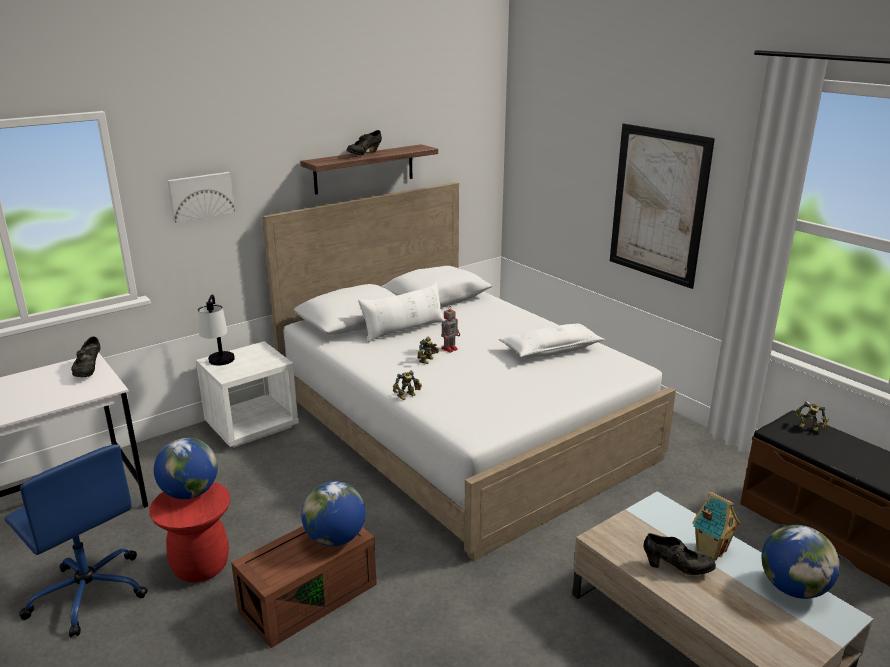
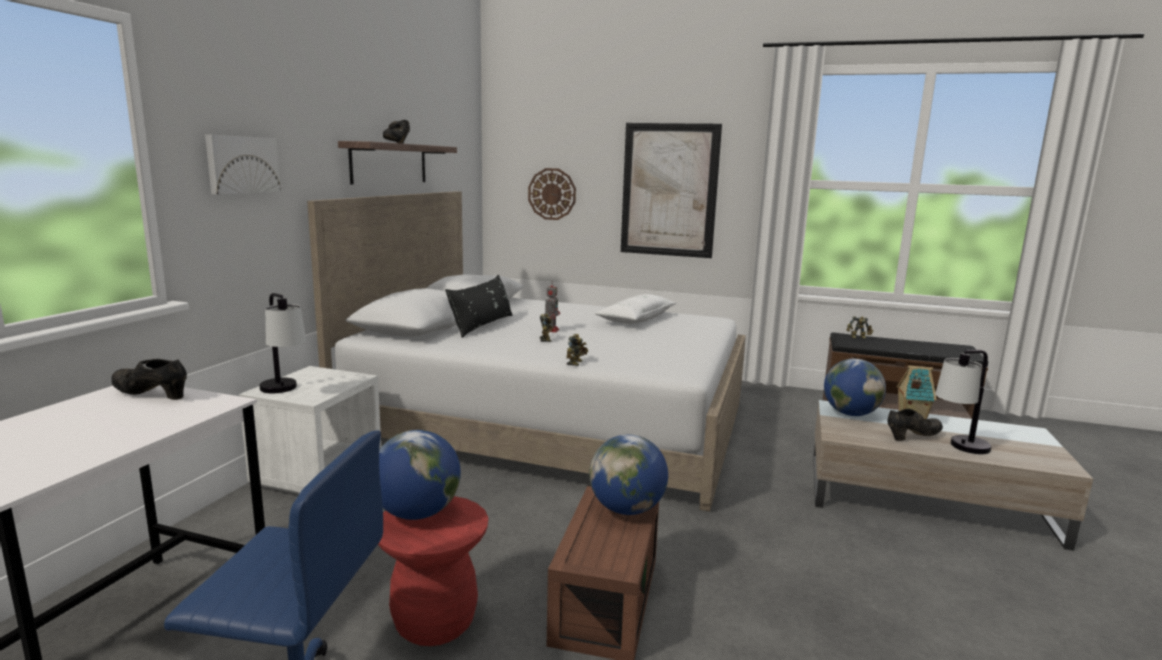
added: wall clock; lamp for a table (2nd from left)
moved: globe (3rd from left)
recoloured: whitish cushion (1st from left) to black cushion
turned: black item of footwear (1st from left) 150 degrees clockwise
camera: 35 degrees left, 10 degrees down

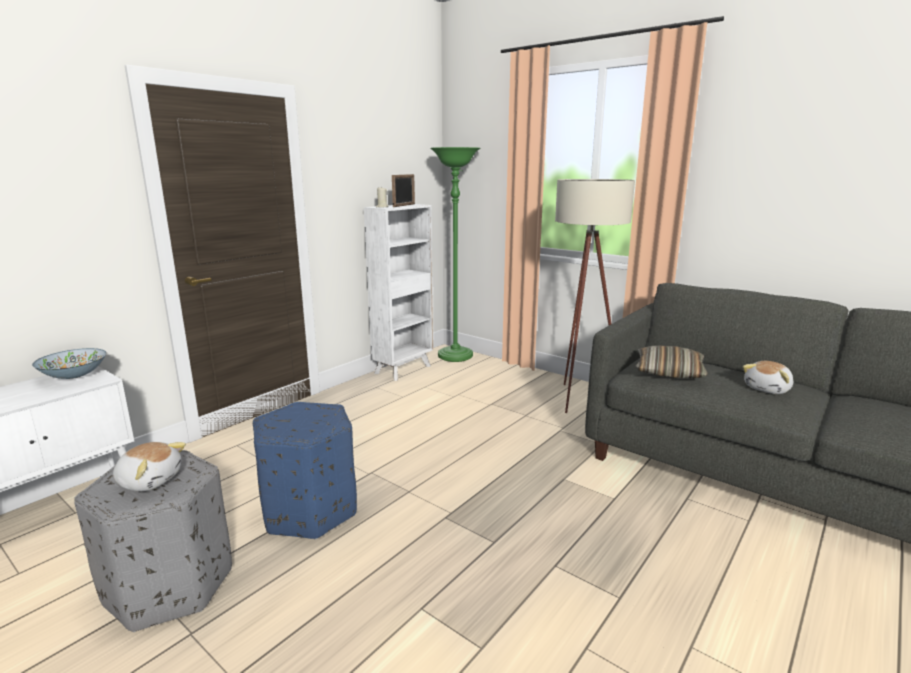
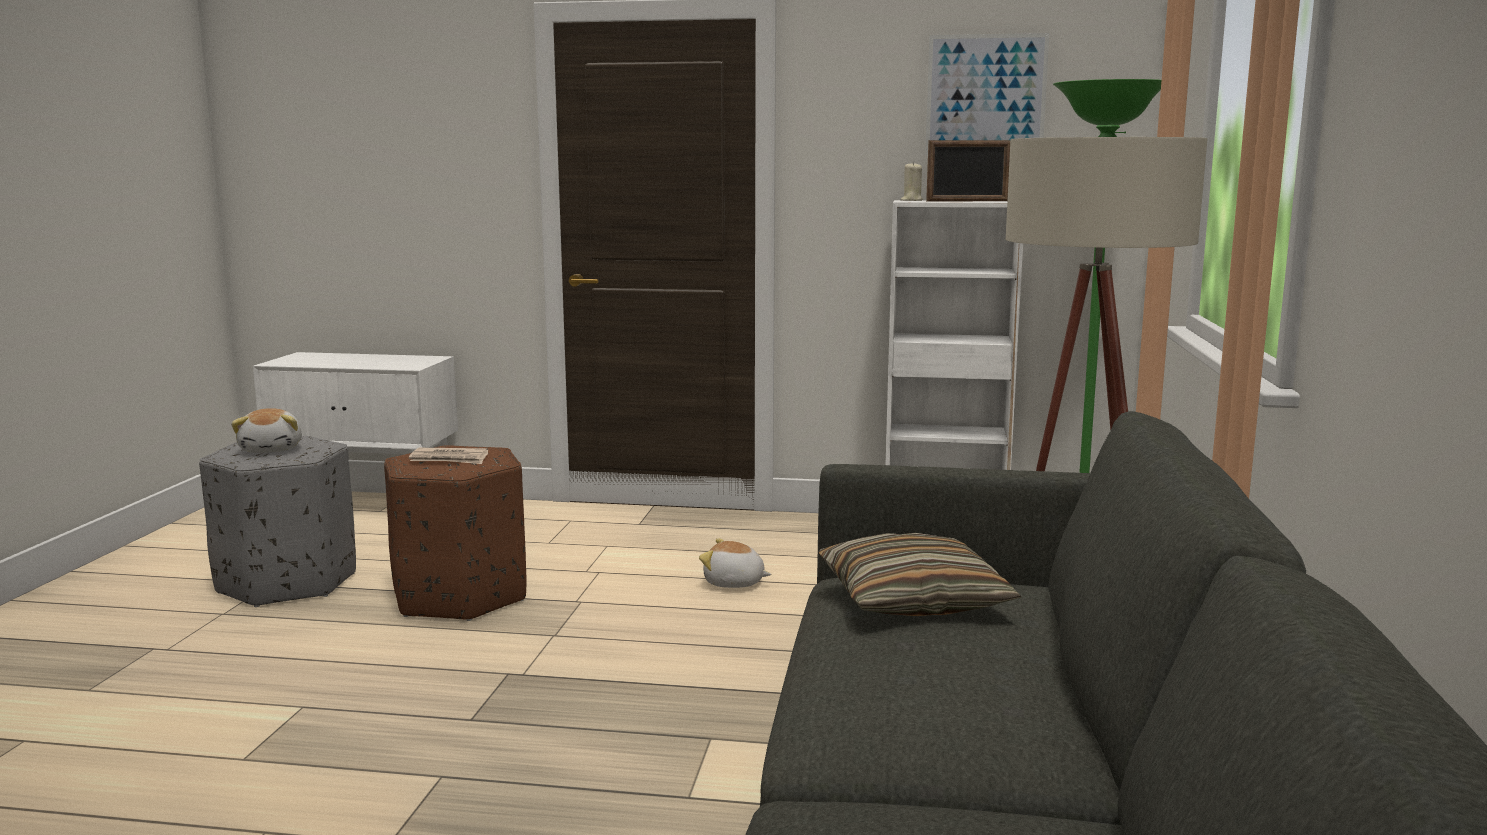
removed: bowl
added: newspaper; wall art
moved: soft toy (2nd from left)
recoloured: blue pouffe to brownish pouffe
camera: 60 degrees right, 5 degrees down

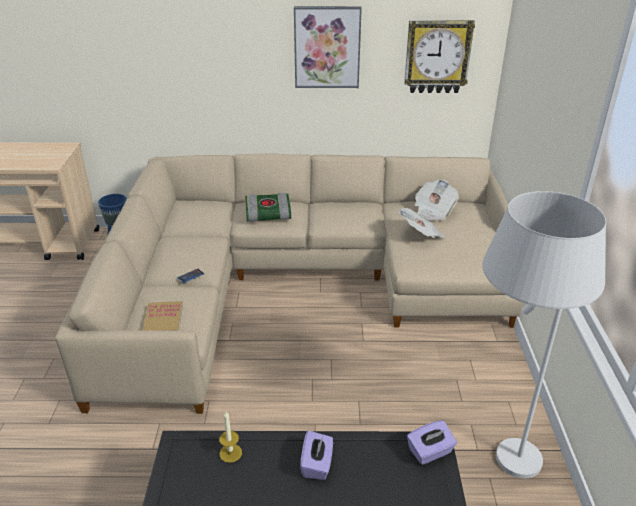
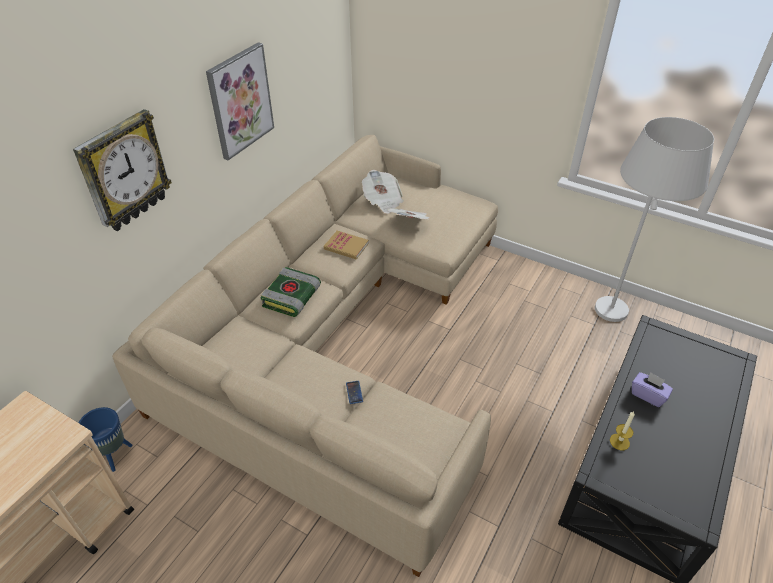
removed: purplish tissue holder (2nd from left)
moved: volume (1st from left in the first image) to volume (2nd from left); wall clock
camera: 60 degrees left, 10 degrees up

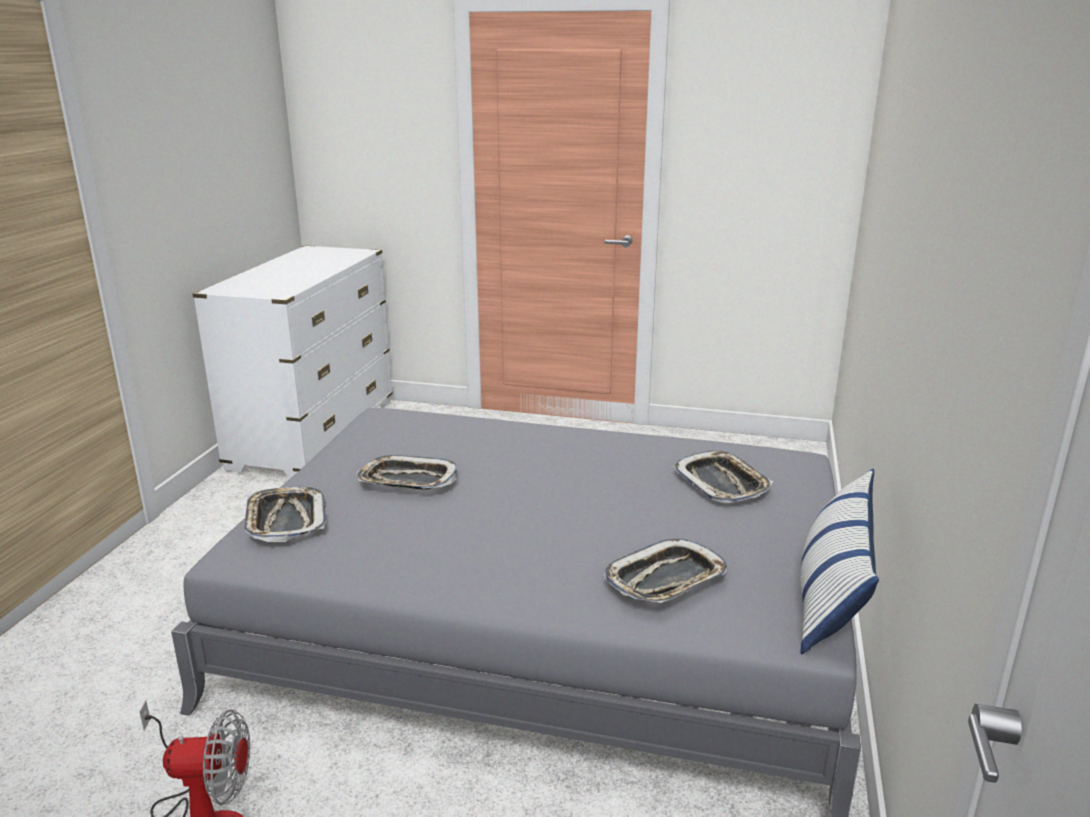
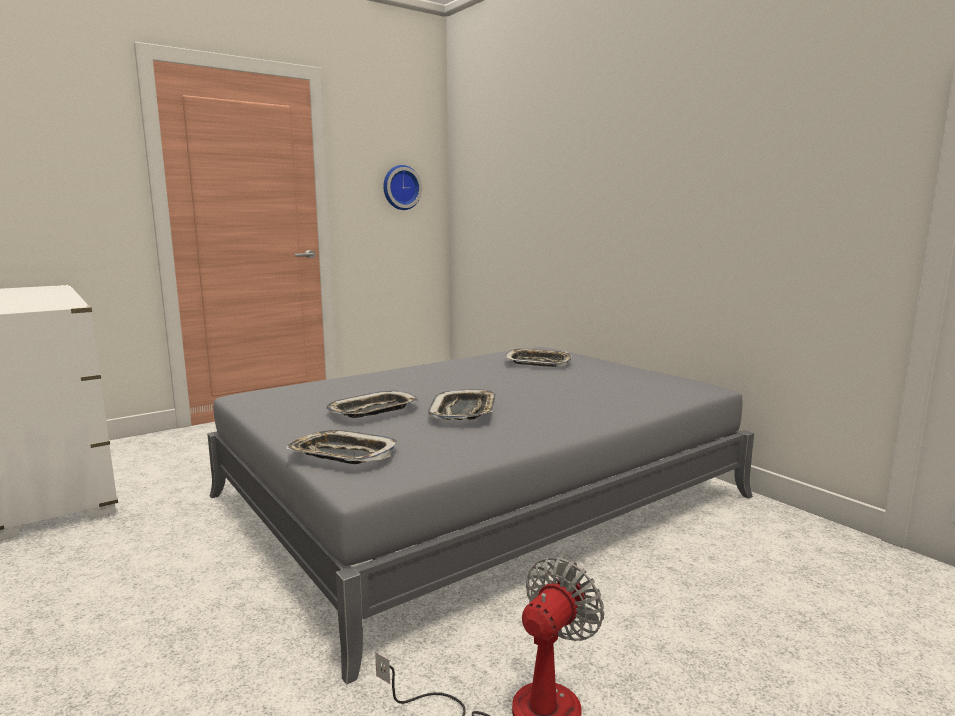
removed: cushion
added: wall clock
moved: carrying tray (3rd from left)
camera: 50 degrees left, 10 degrees down

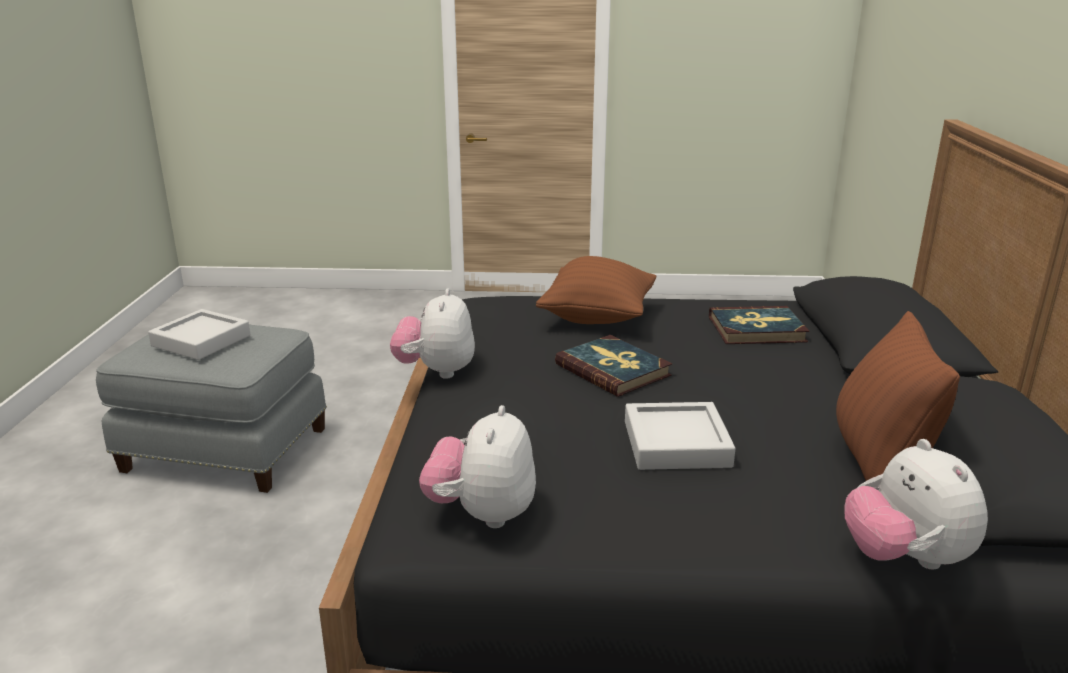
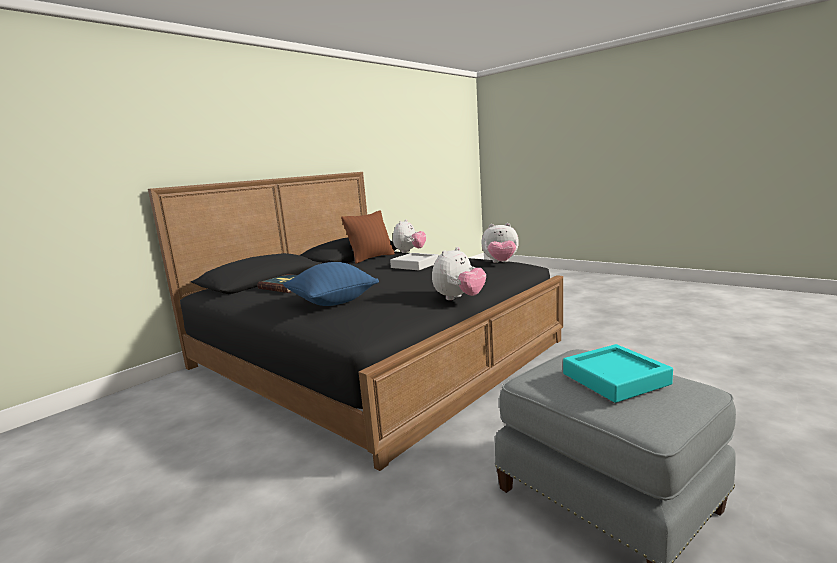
removed: volume (1st from left)
recoloured: grey carrying tray (1st from left) to blue-green carrying tray; brownish cushion (1st from left) to blue cushion
turned: soft toy (2nd from left in the first image) 45 degrees clockwise
camera: 140 degrees left, 10 degrees down

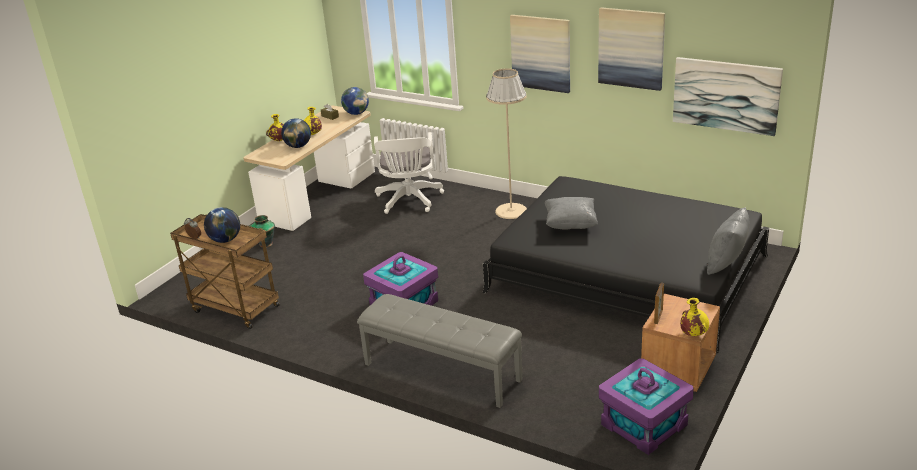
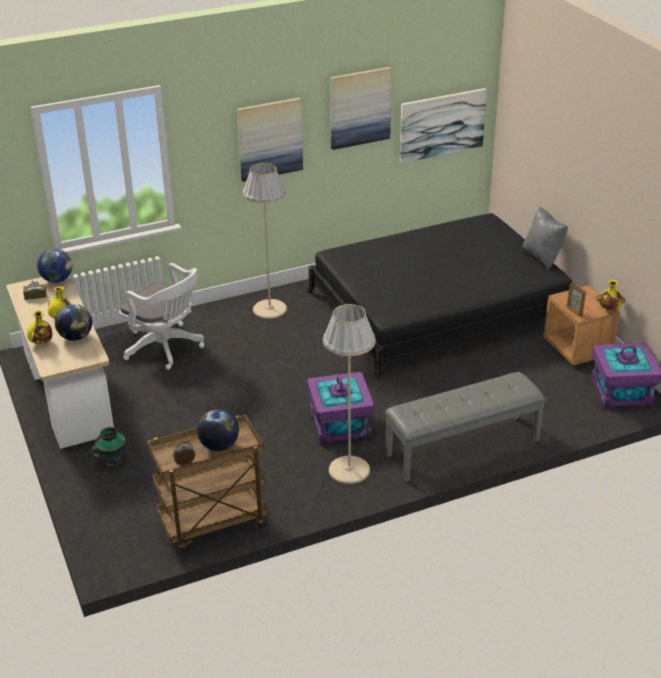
removed: grey cushion (1st from left)
added: sand-coloured standard lamp (2nd from left)
camera: 55 degrees left, 5 degrees up

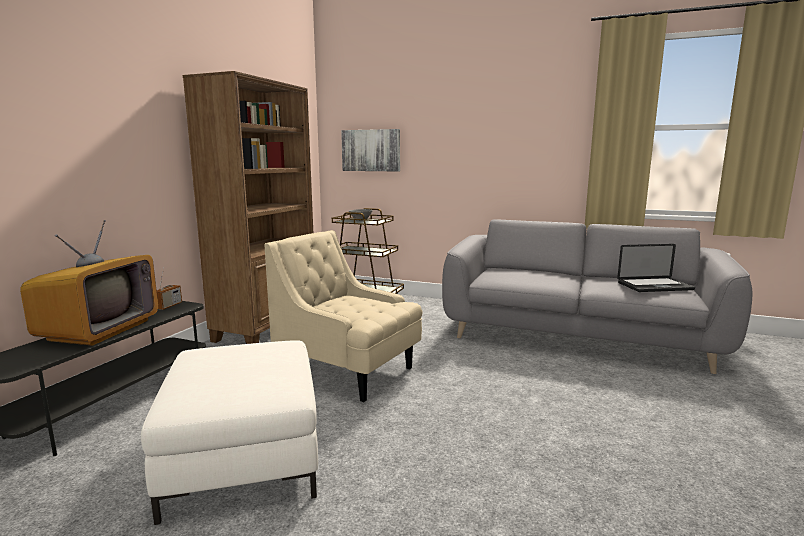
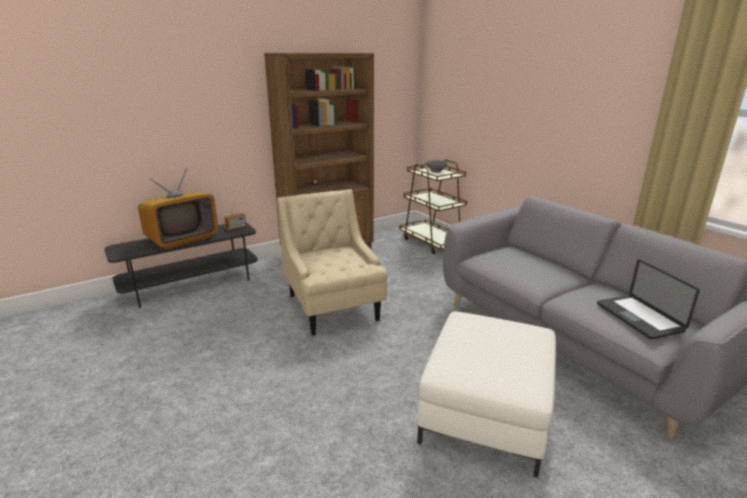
removed: wall art
moved: whitish pouffe
turned: notebook computer 45 degrees clockwise
camera: 35 degrees right, 10 degrees up

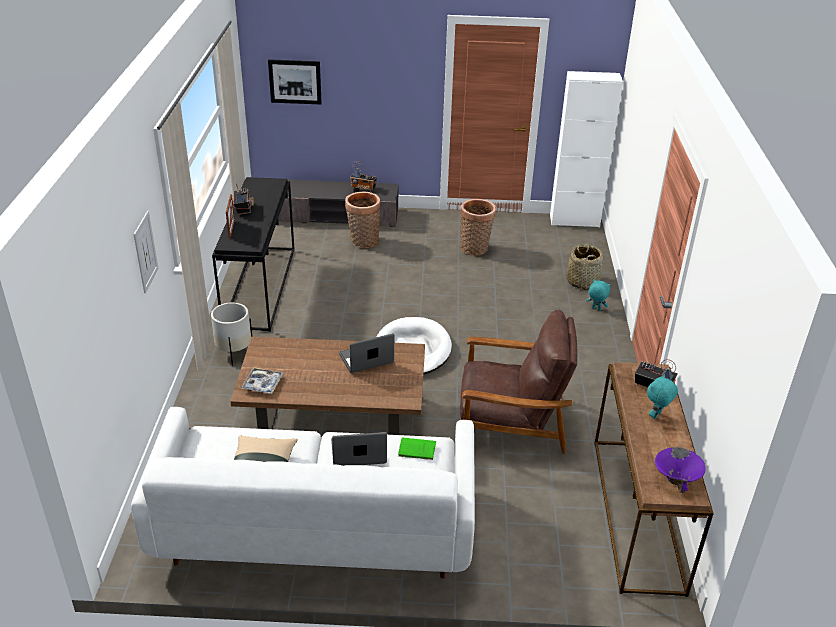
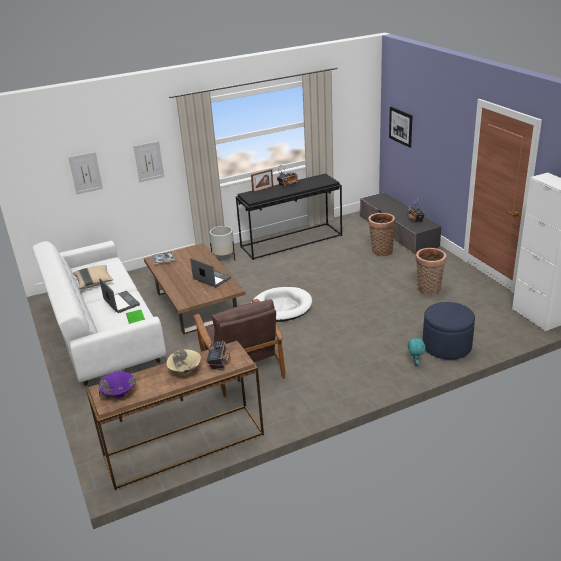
added: wall art (1st from left)
replaced: basket (3rd from left) to blue pouffe; blue-green soft toy (2nd from left) to sand-coloured bowl
camera: 65 degrees right, 5 degrees down

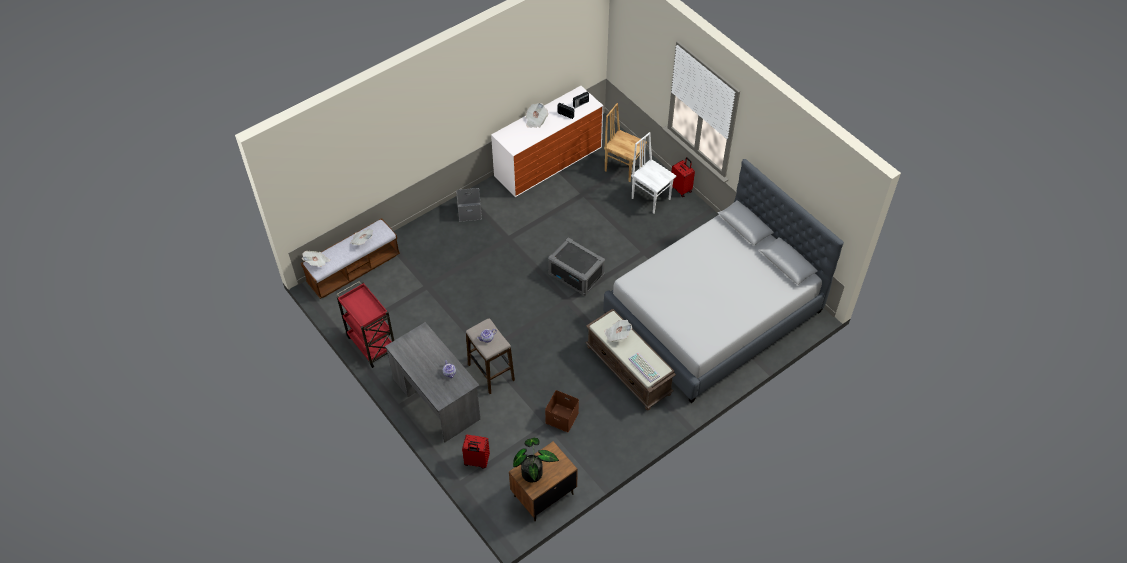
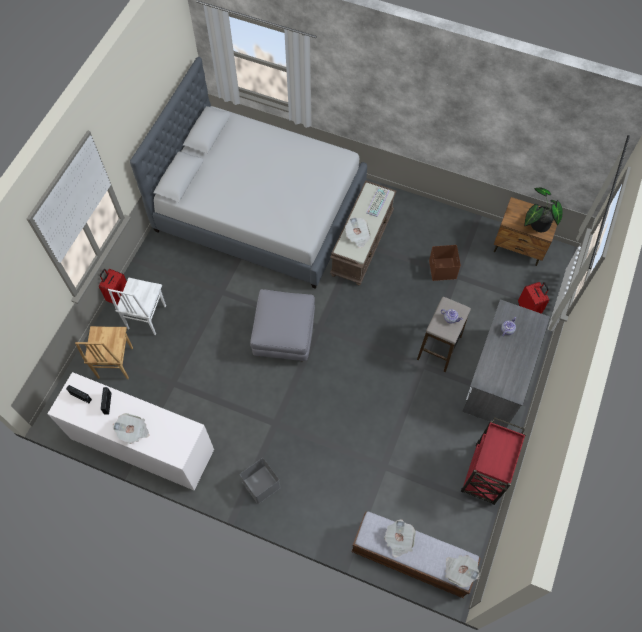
replaced: grey storage container (2nd from left) to grey pouffe
camera: 120 degrees left, 10 degrees up

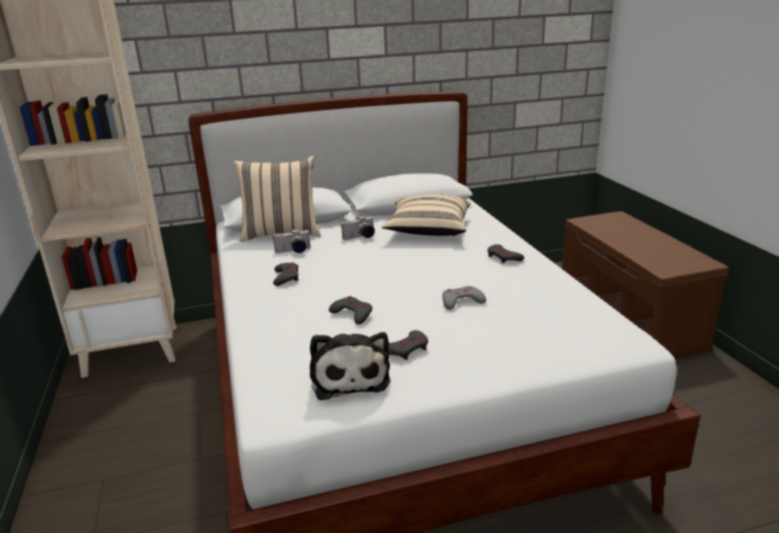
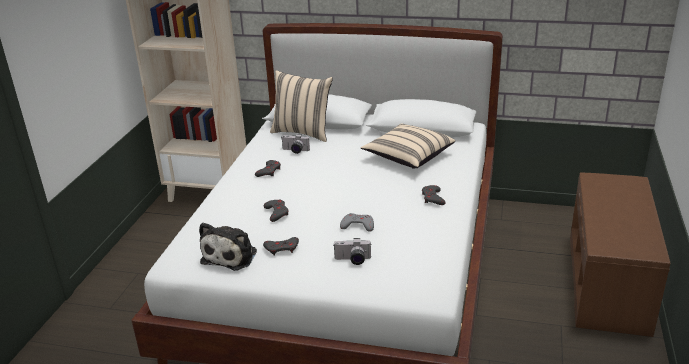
moved: still camera (2nd from left)
camera: 30 degrees right, 5 degrees up

